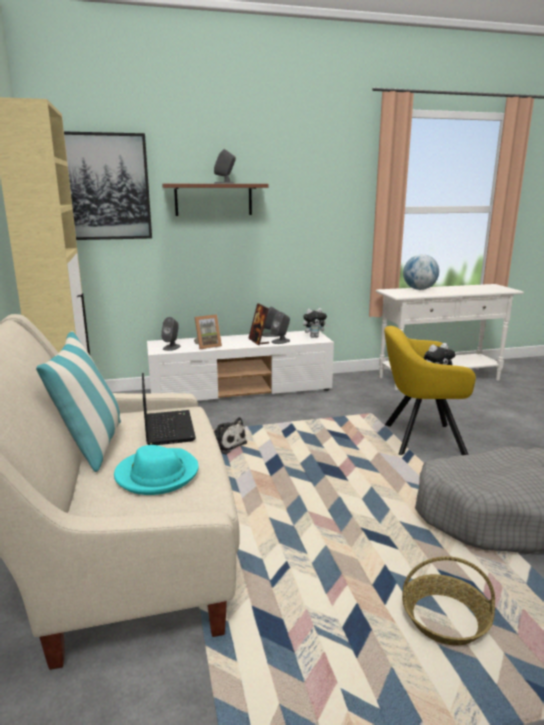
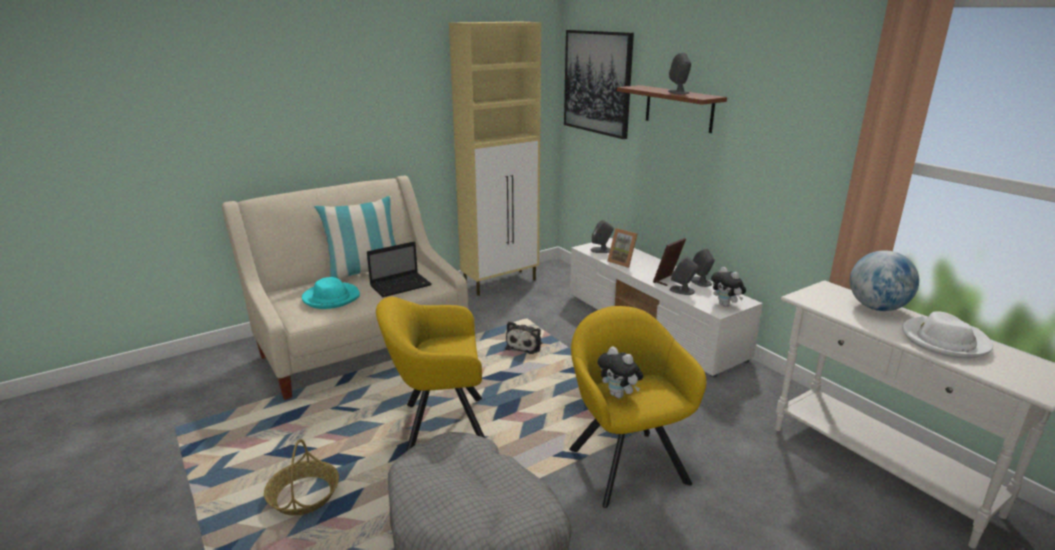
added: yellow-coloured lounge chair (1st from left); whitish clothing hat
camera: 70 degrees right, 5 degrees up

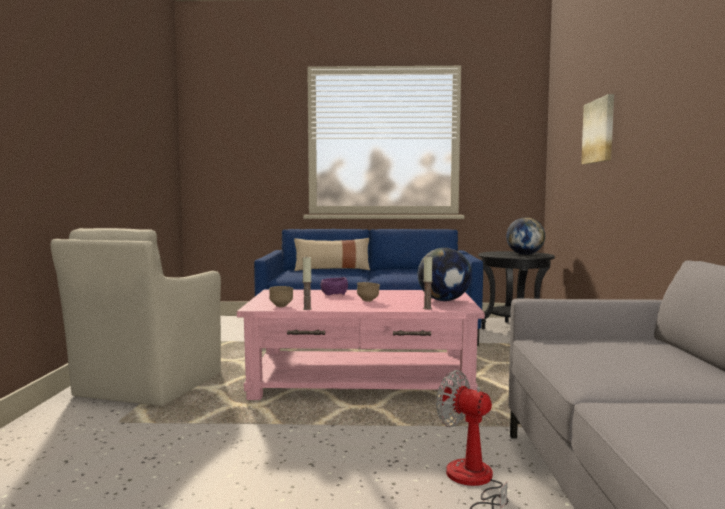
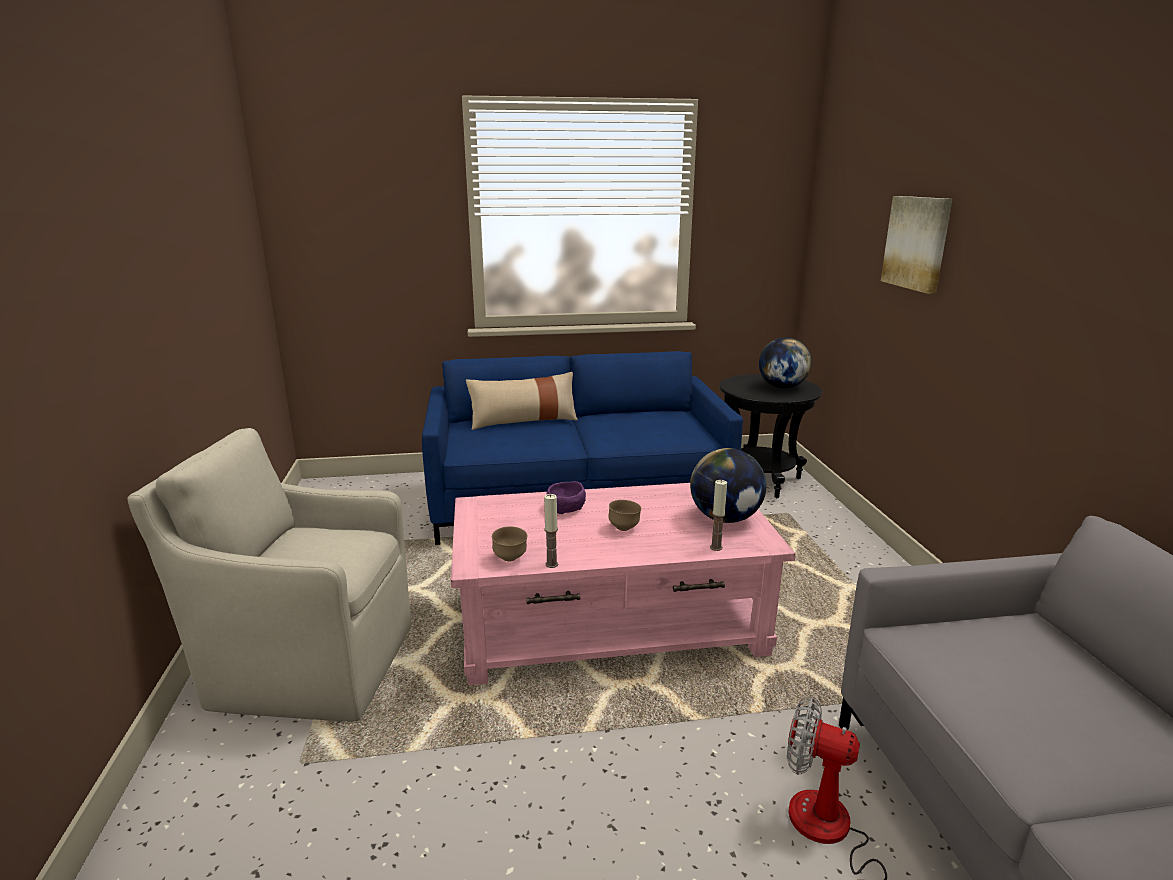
turned: sand-coloured lounge chair 90 degrees clockwise
camera: 10 degrees left, 15 degrees up

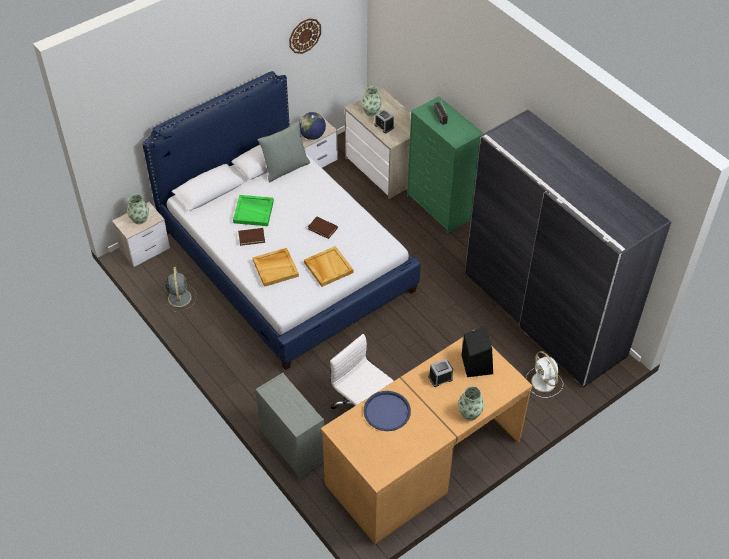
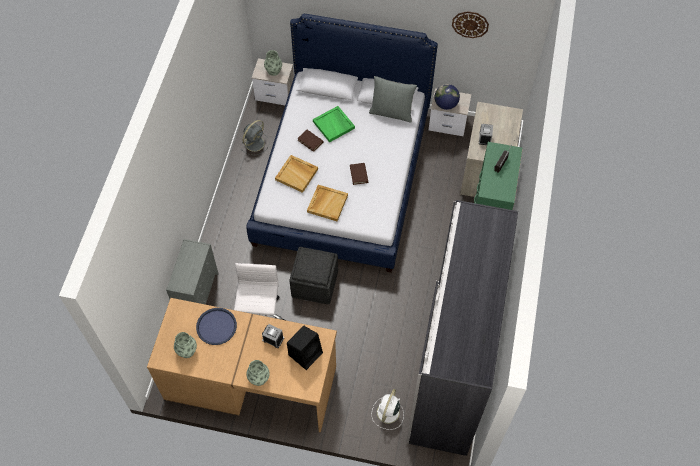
added: grey pouffe
moved: flower vase (2nd from left in the first image) to flower vase (1st from left)
camera: 50 degrees right, 10 degrees up

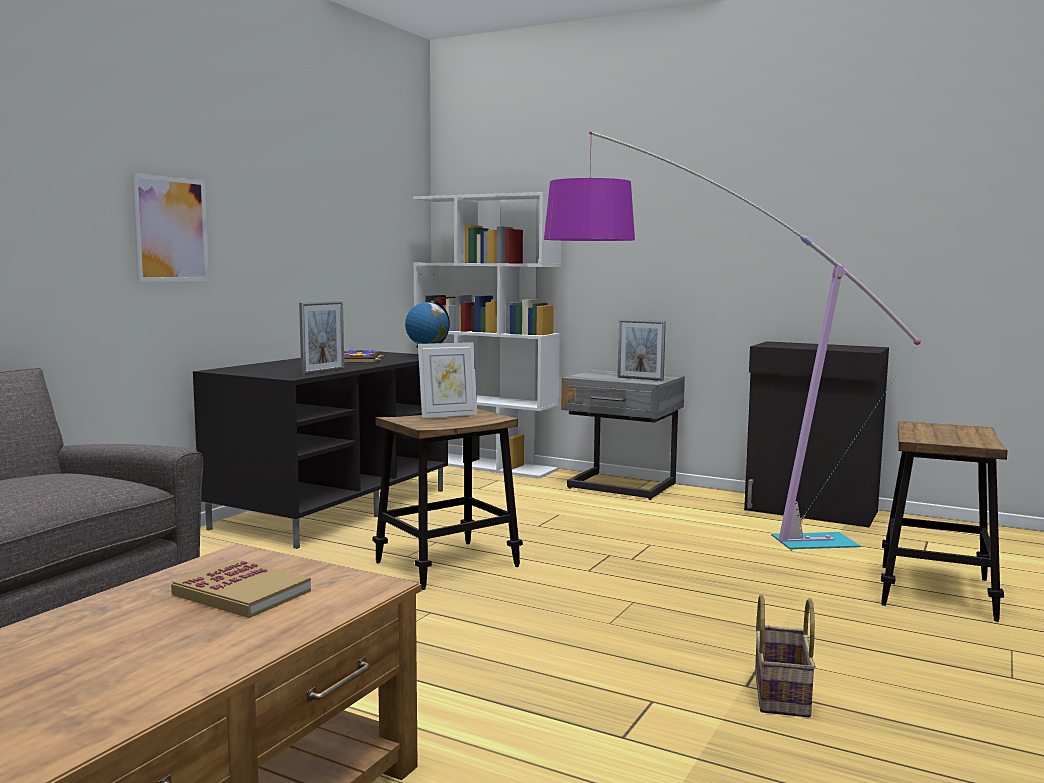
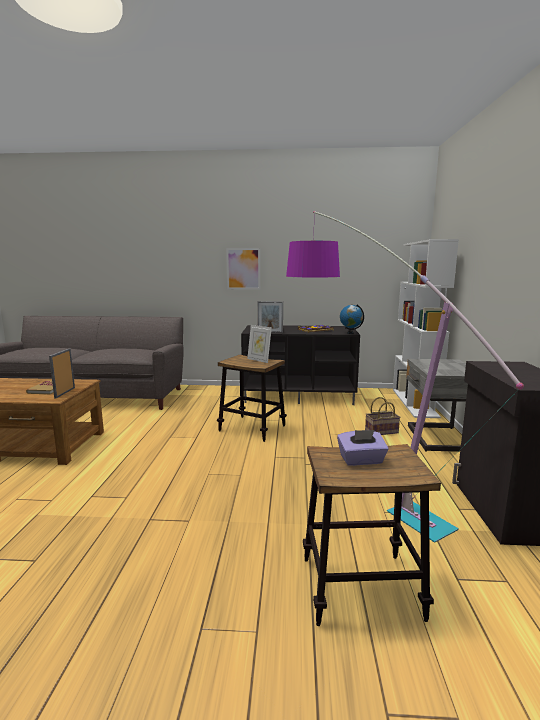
added: purplish tissue holder
moved: photo frame (3rd from left in the first image) to photo frame (1st from left); basket
camera: 65 degrees right, 5 degrees up

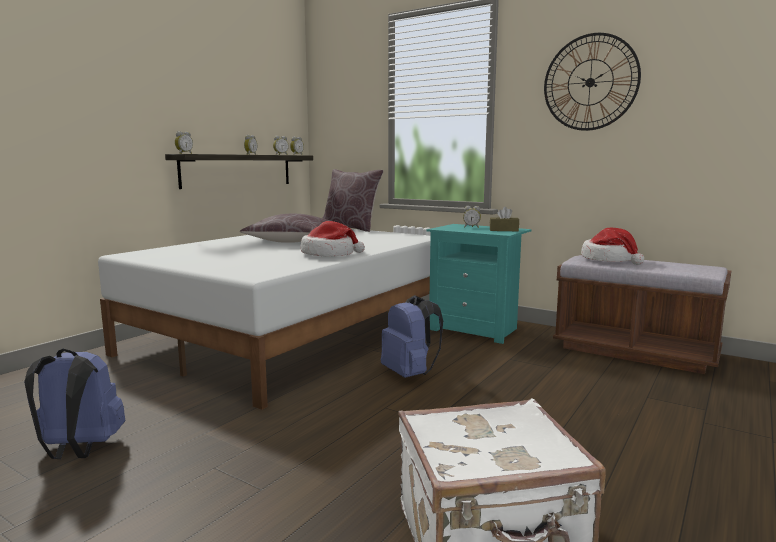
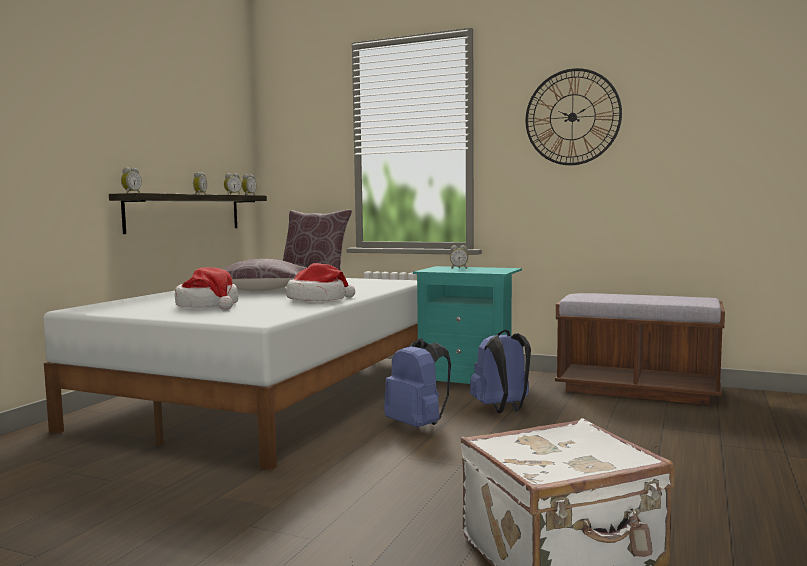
removed: brownish tissue holder
moved: blue rucksack (1st from left in the first image) to blue rucksack (2nd from left); clothing hat (2nd from left in the first image) to clothing hat (1st from left)
camera: 10 degrees left, 5 degrees down

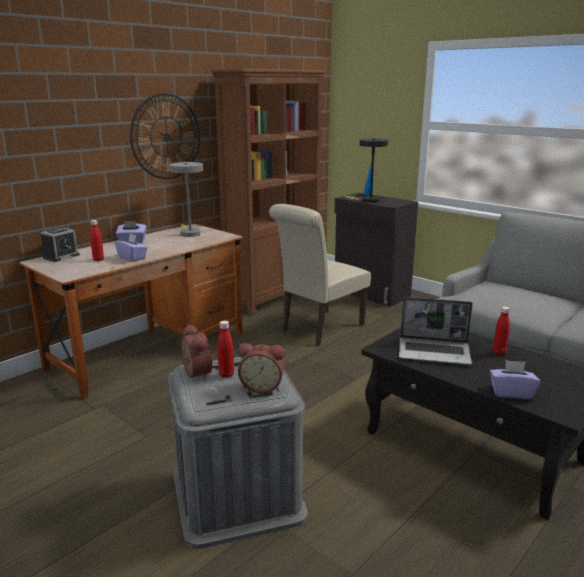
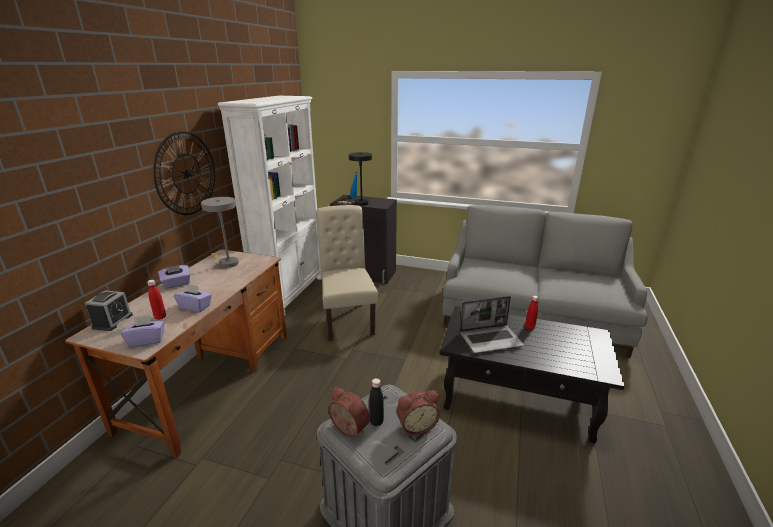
moved: purplish tissue holder (3rd from left in the first image) to purplish tissue holder (1st from left)
recoloured: brownish shelving unit to whitish shelving unit; red beverage bottle (2nd from left) to black beverage bottle
turned: sand-coloured plain chair 150 degrees clockwise
camera: 25 degrees left, 5 degrees up

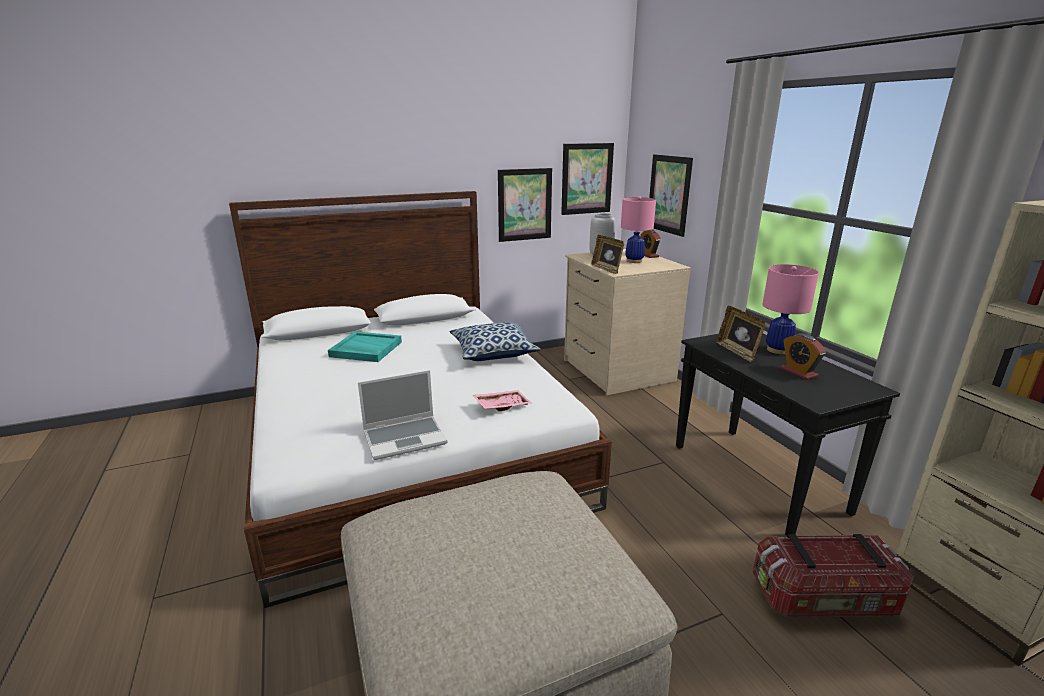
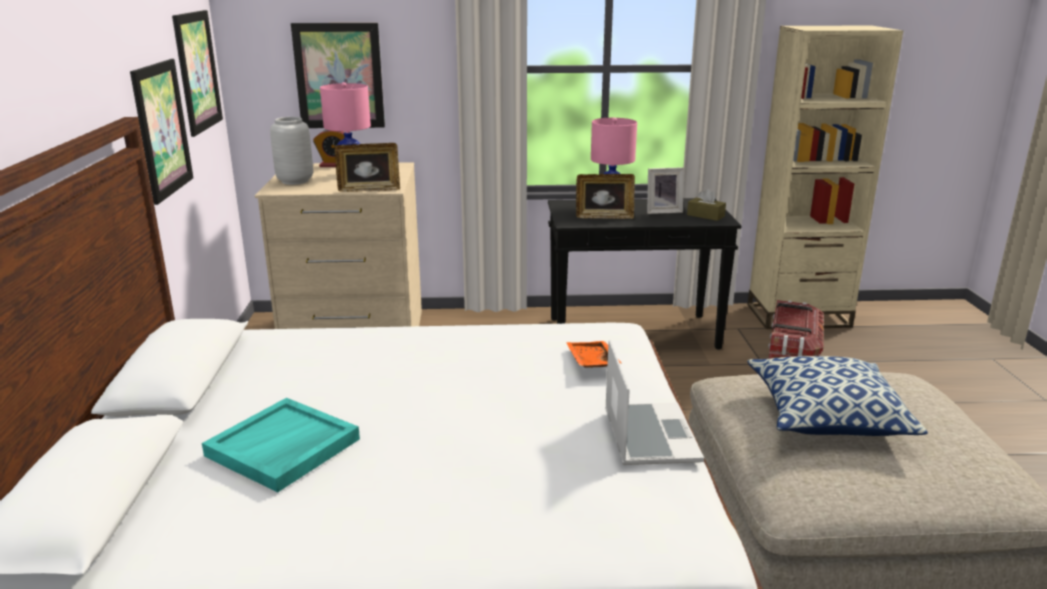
added: brownish tissue holder
moved: cushion
replaced: alarm clock (2nd from left) to photo frame (3rd from left)
recoloured: pinkish carrying tray to orange-coloured carrying tray
camera: 70 degrees left, 0 degrees up

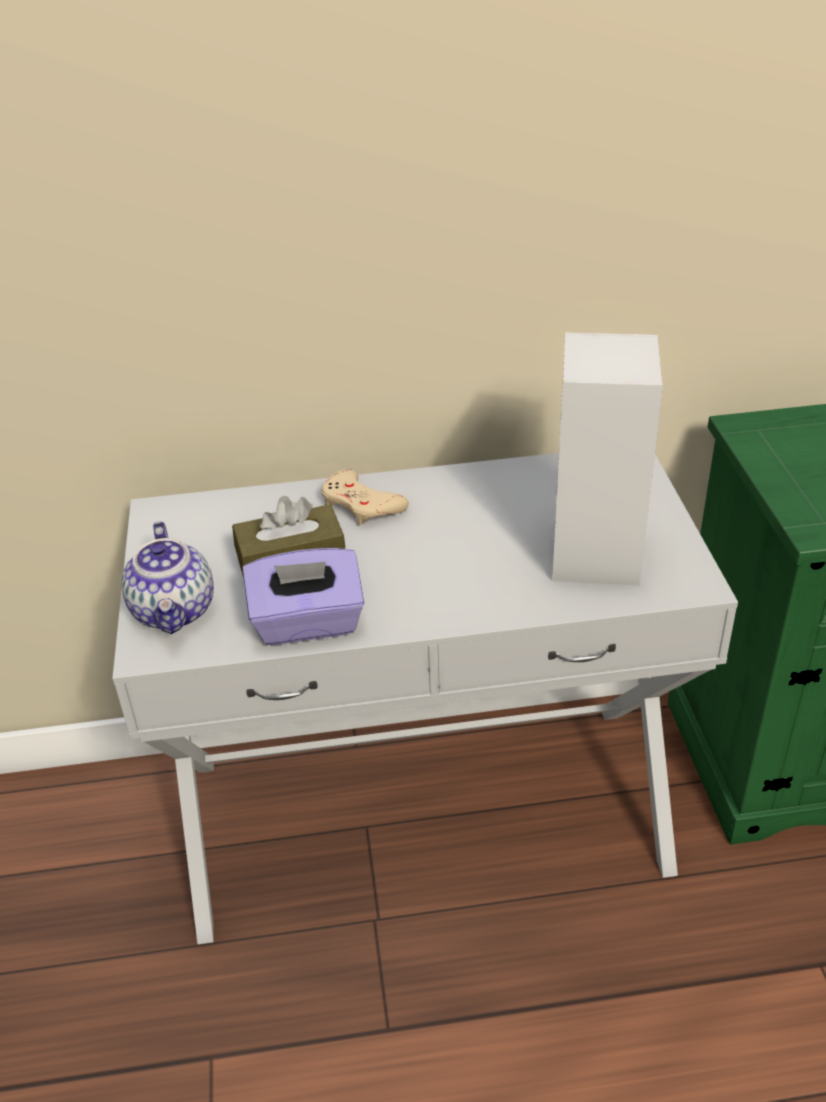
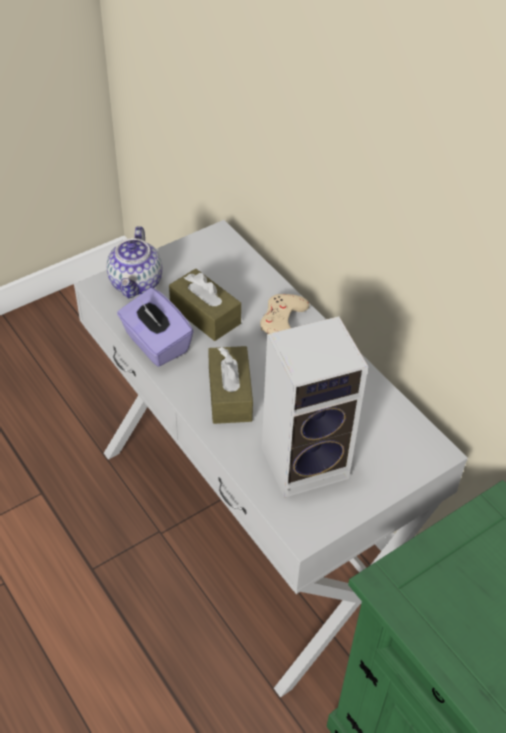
added: brownish tissue holder (2nd from left)
turned: pot for tea 45 degrees counterclockwise
camera: 60 degrees right, 10 degrees up

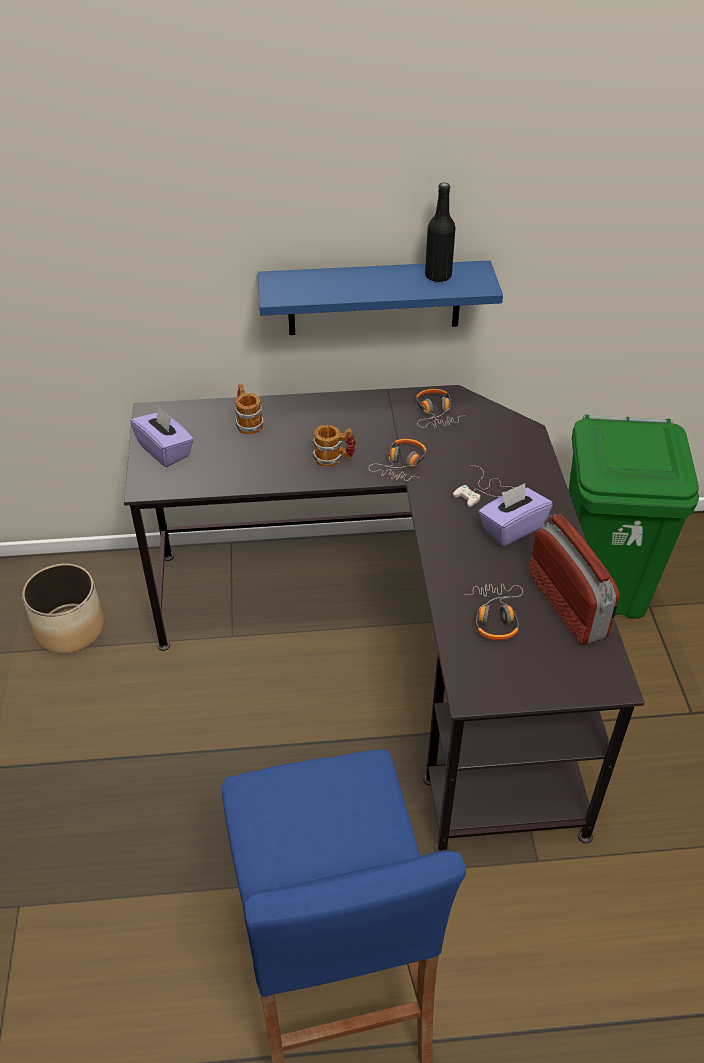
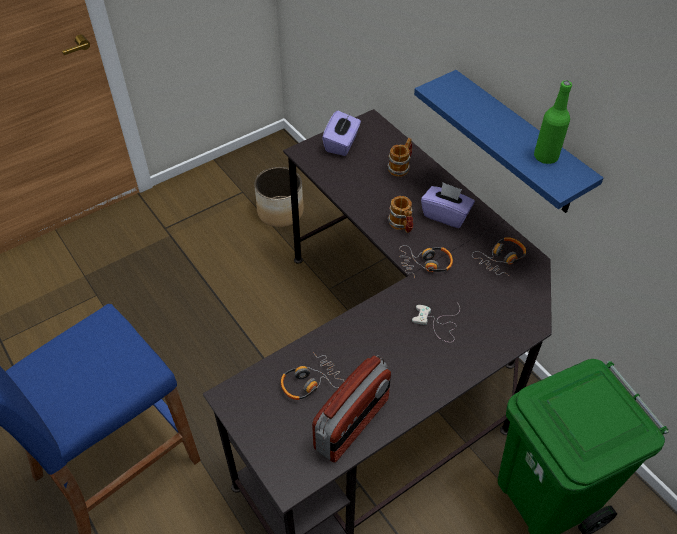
moved: purplish tissue holder (2nd from left)
recoloured: black beverage bottle to green beverage bottle
camera: 60 degrees right, 5 degrees up

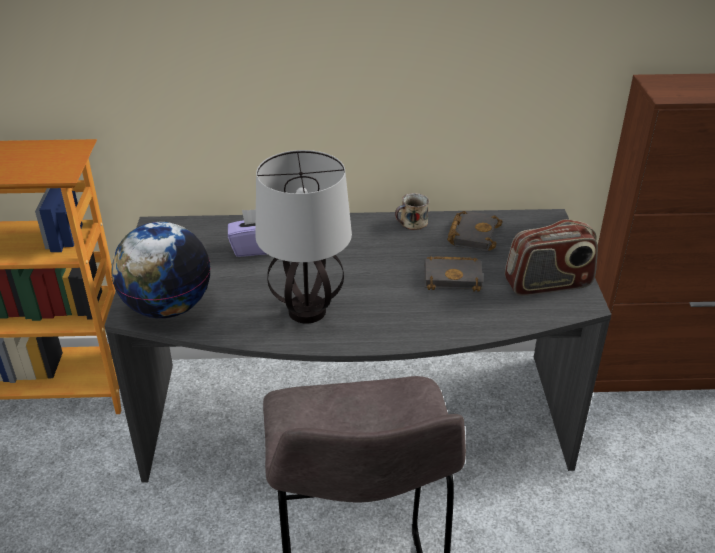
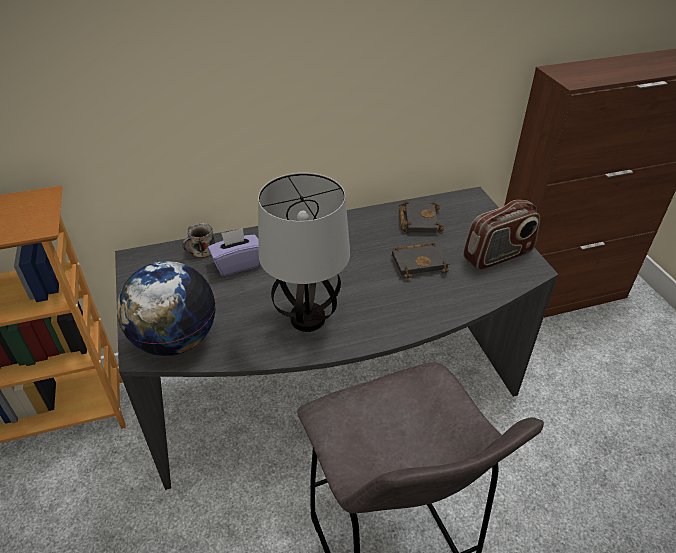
moved: tea mug
camera: 15 degrees left, 5 degrees up

